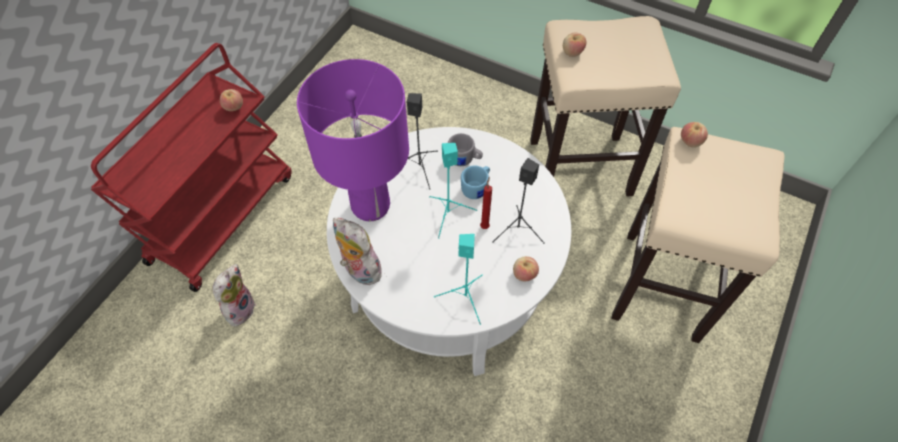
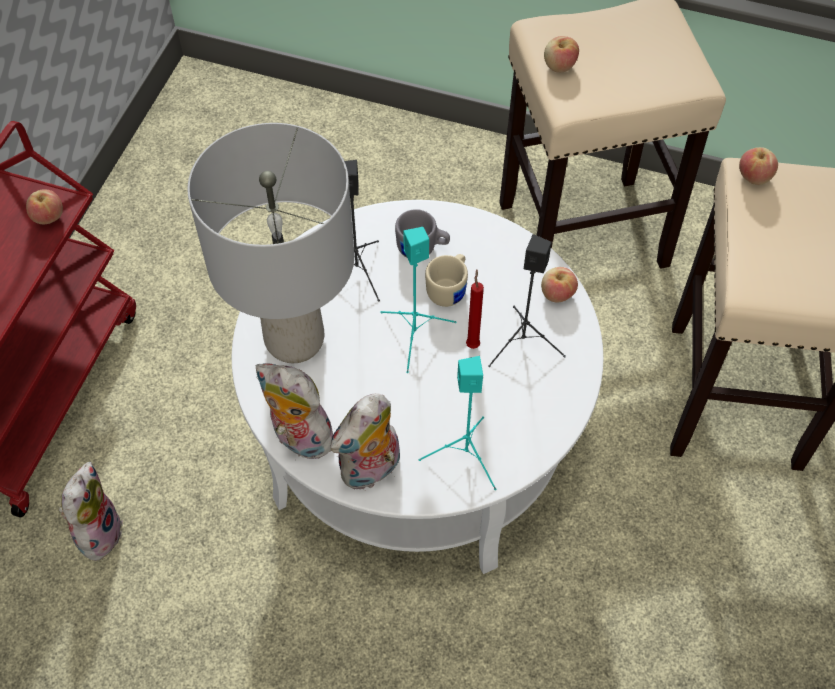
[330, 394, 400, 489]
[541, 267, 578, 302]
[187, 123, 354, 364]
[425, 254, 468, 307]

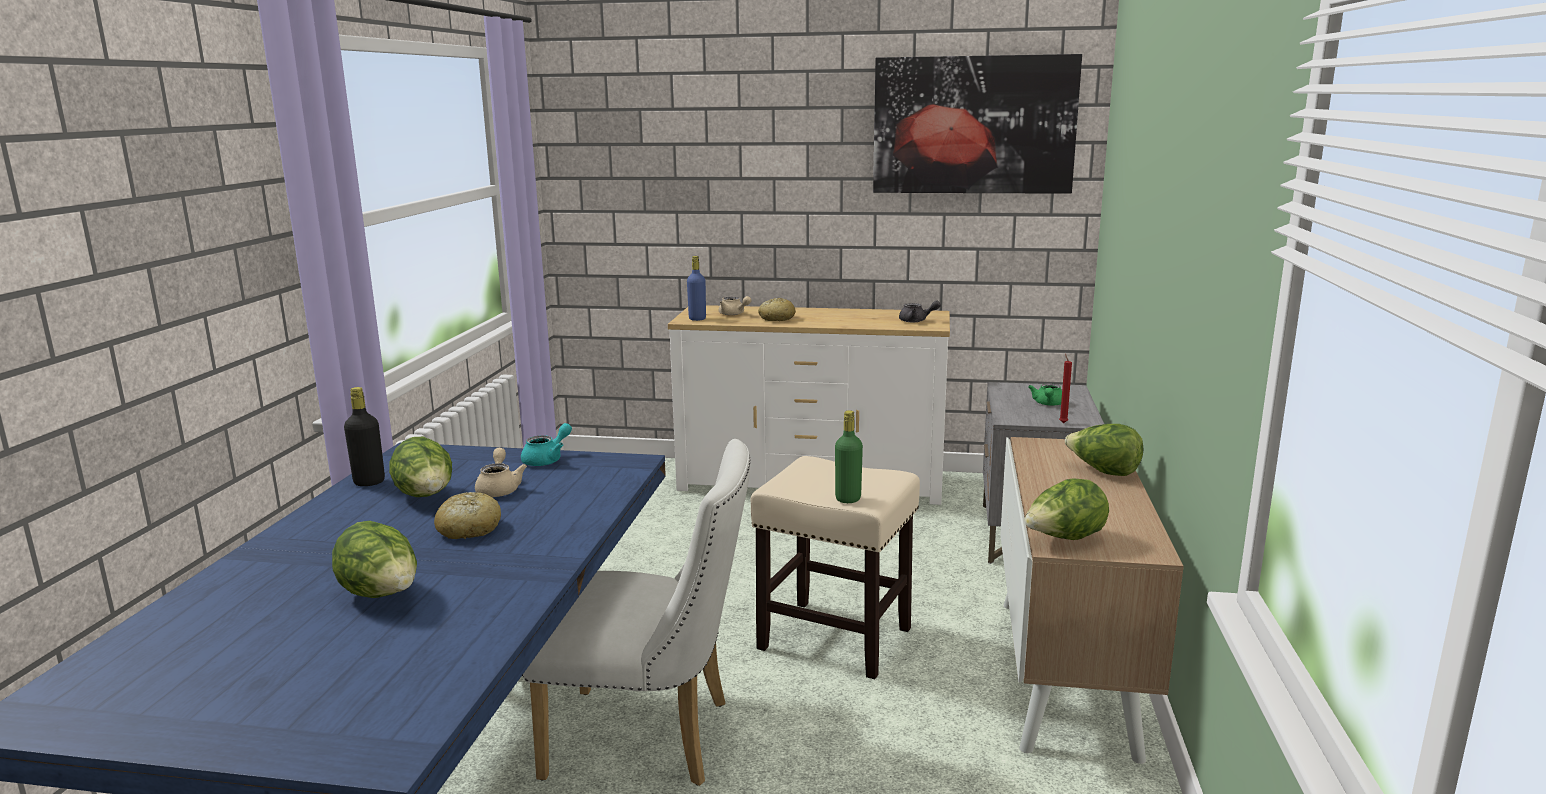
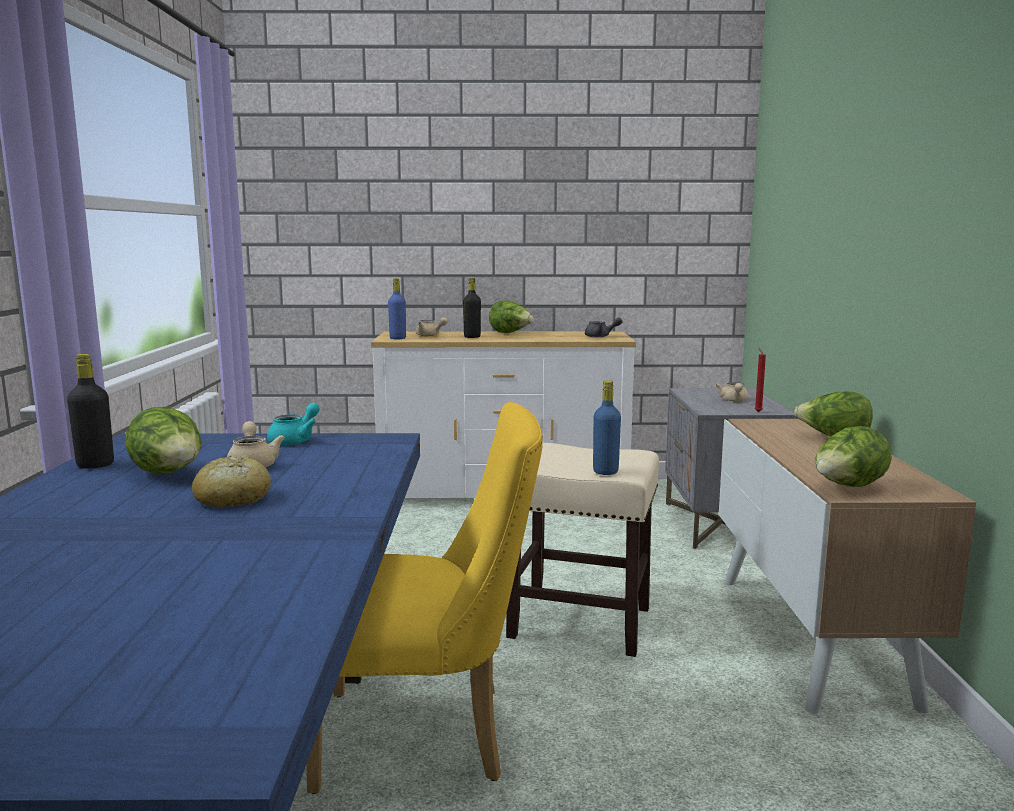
[873, 54, 1082, 194] (first image)
[489, 300, 534, 333]
[463, 278, 481, 338]
[306, 402, 543, 794]
[593, 380, 621, 475]
[716, 382, 749, 401]

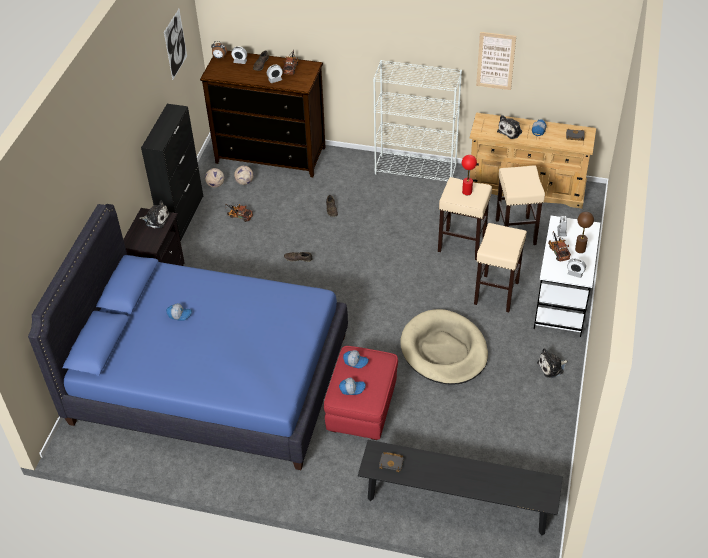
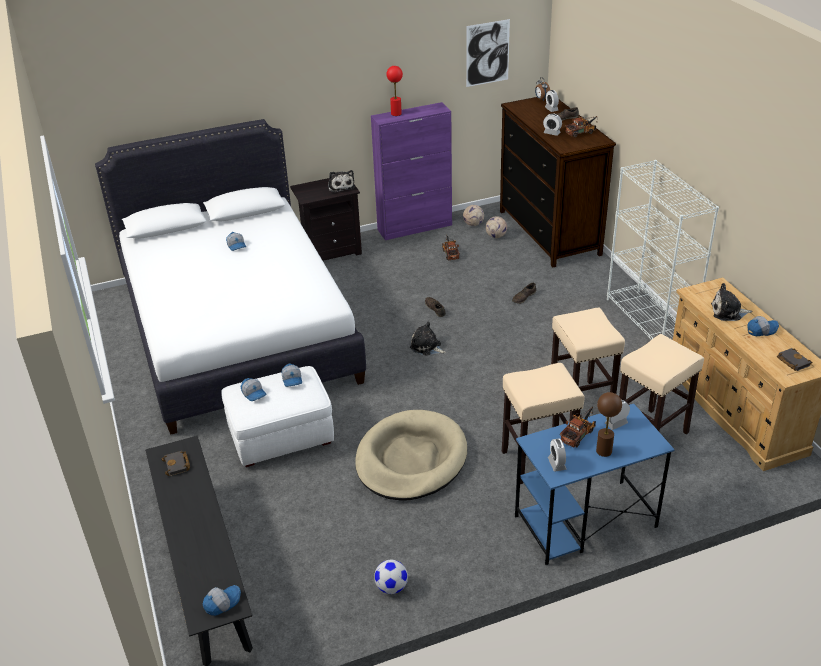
[476, 32, 516, 90] (first image)
[203, 585, 241, 616]
[374, 560, 408, 594]
[387, 66, 403, 116]
[410, 322, 446, 356]
[95, 119, 366, 435]
[371, 102, 452, 240]
[222, 366, 334, 467]
[515, 404, 675, 565]

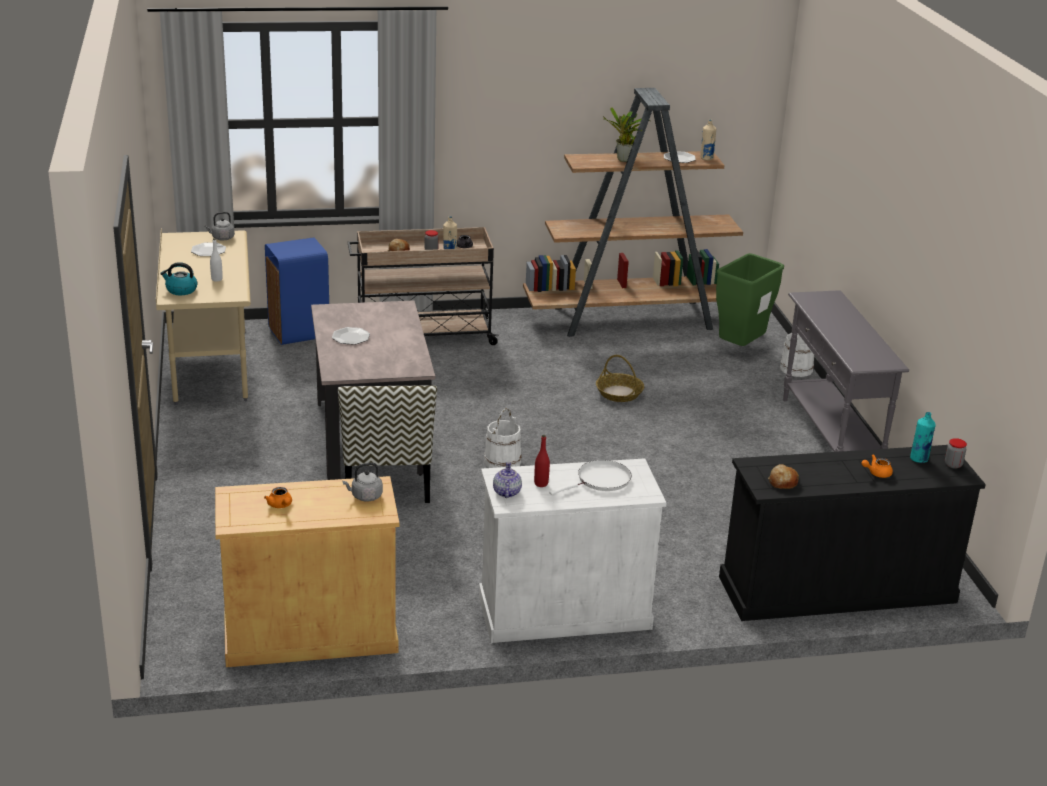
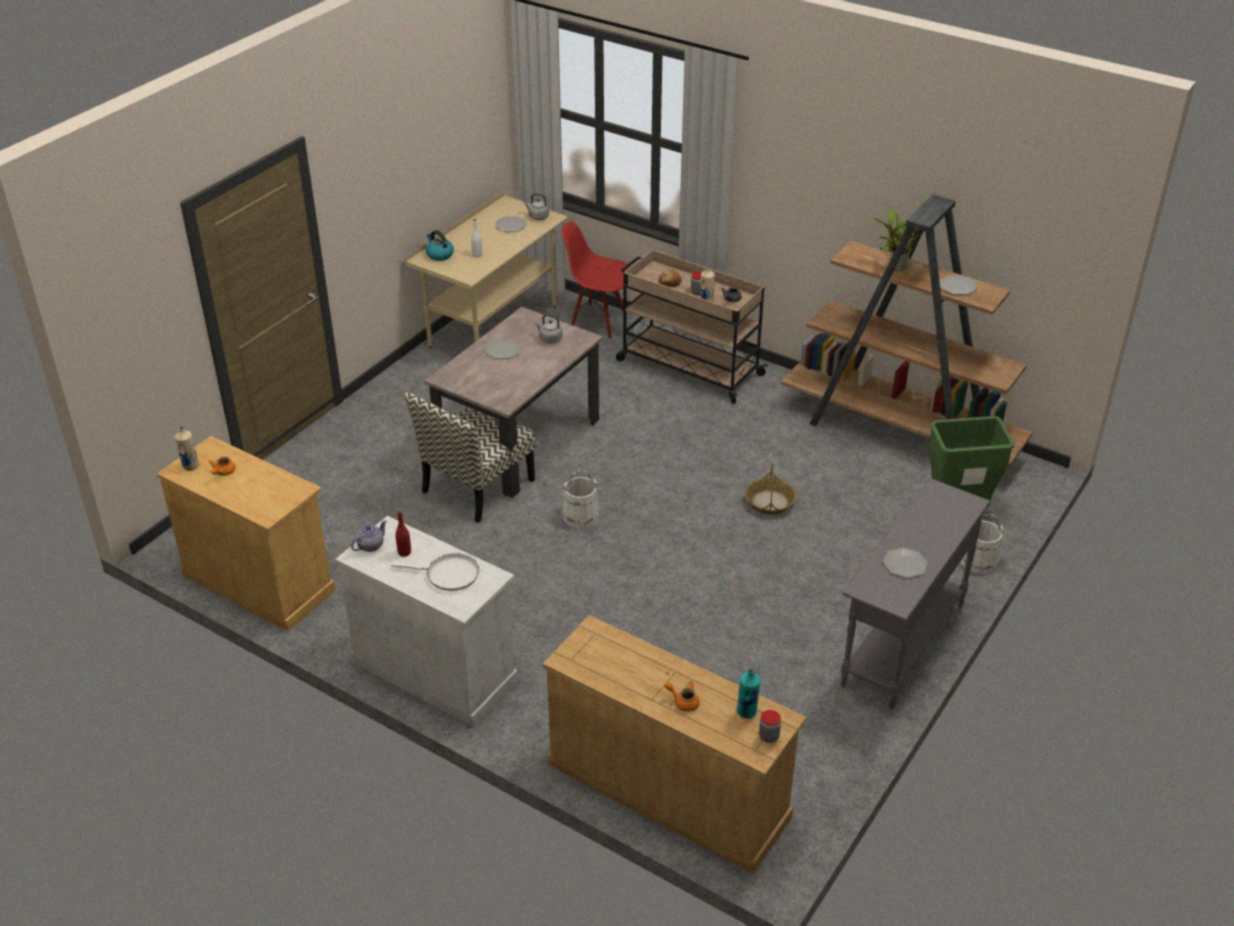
[768, 464, 799, 489] (first image)
[883, 548, 928, 578]
[535, 314, 563, 344]
[175, 426, 199, 471]
[561, 221, 630, 339]
[543, 615, 806, 874]

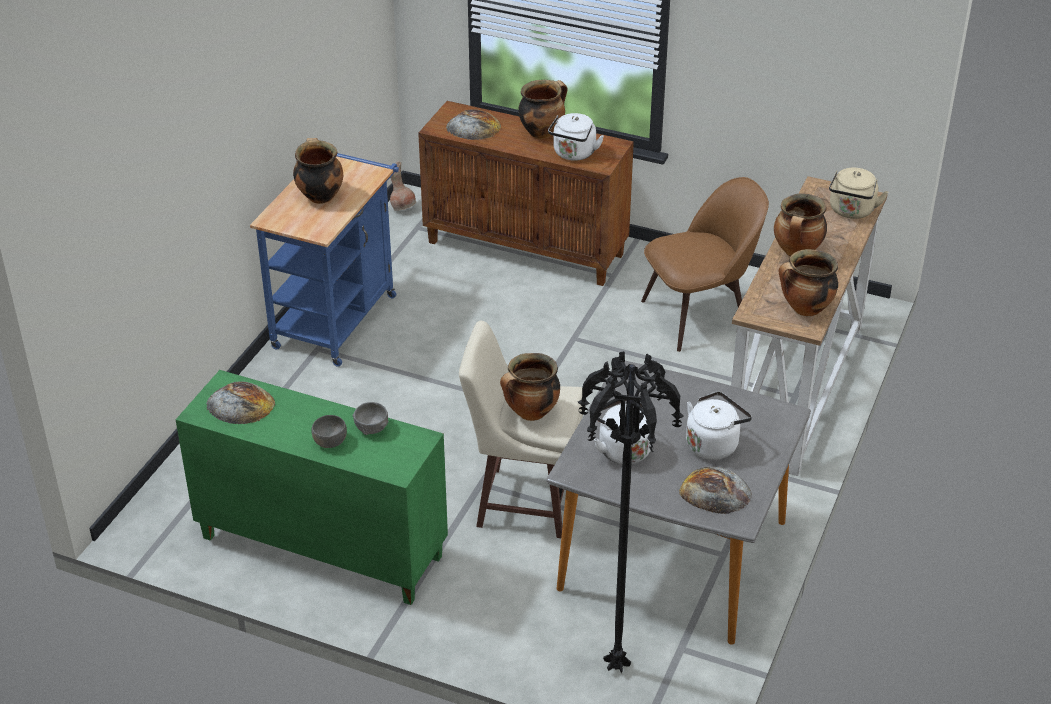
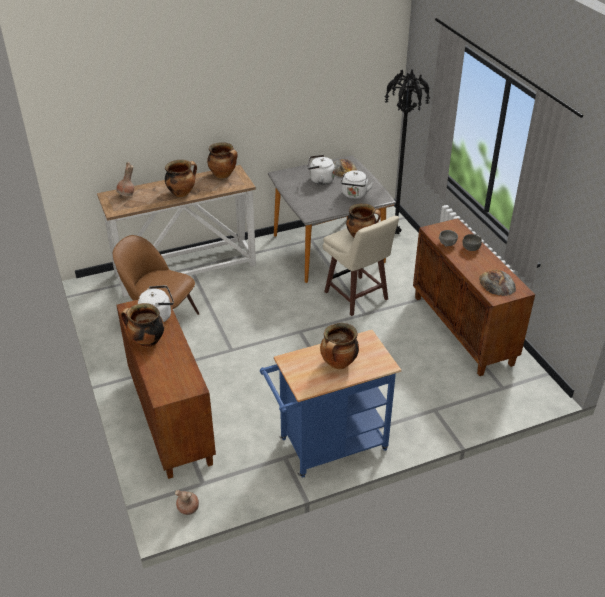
[446, 109, 501, 140] (first image)
[116, 162, 134, 196]
[413, 218, 535, 376]

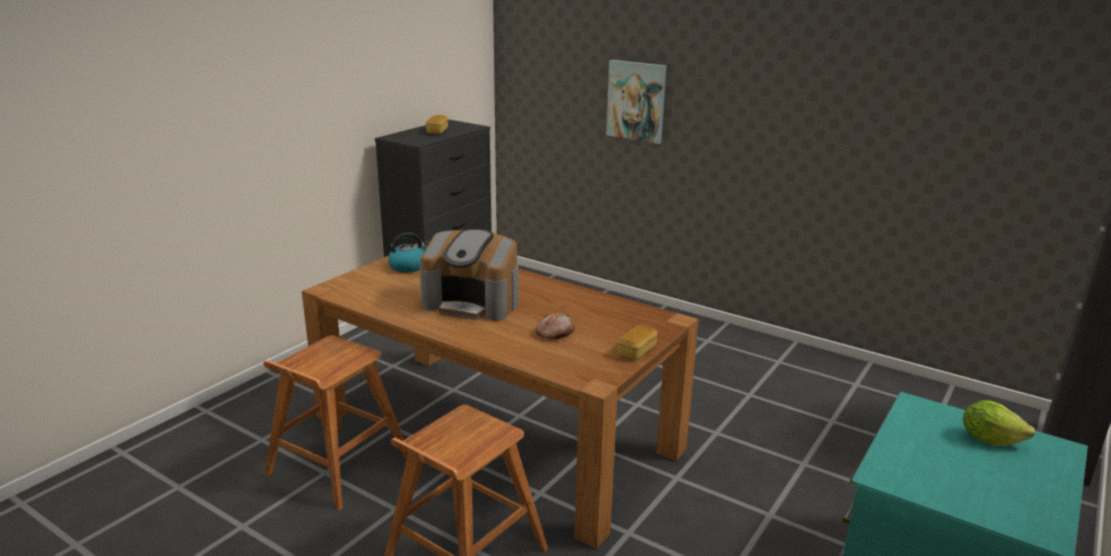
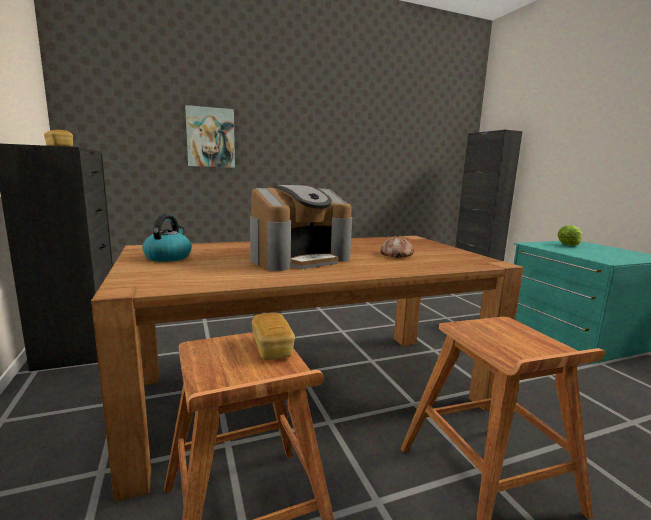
[252, 313, 295, 360]

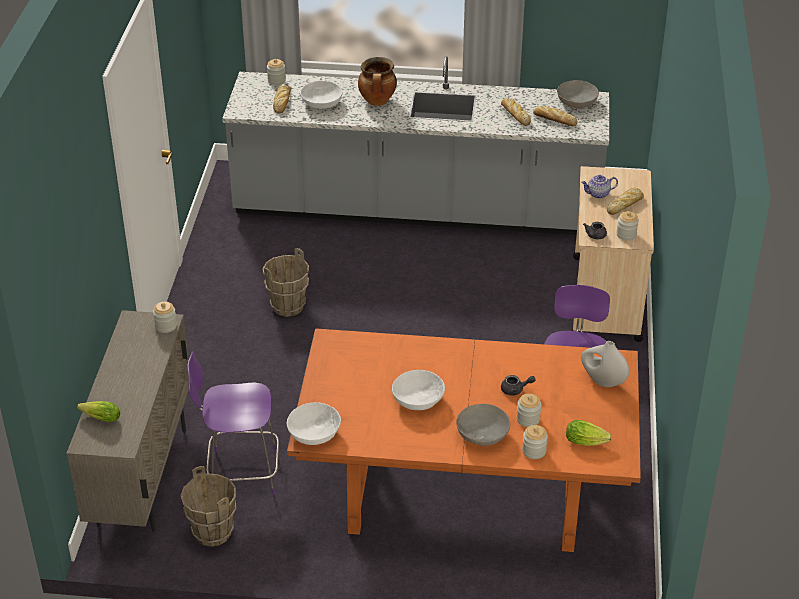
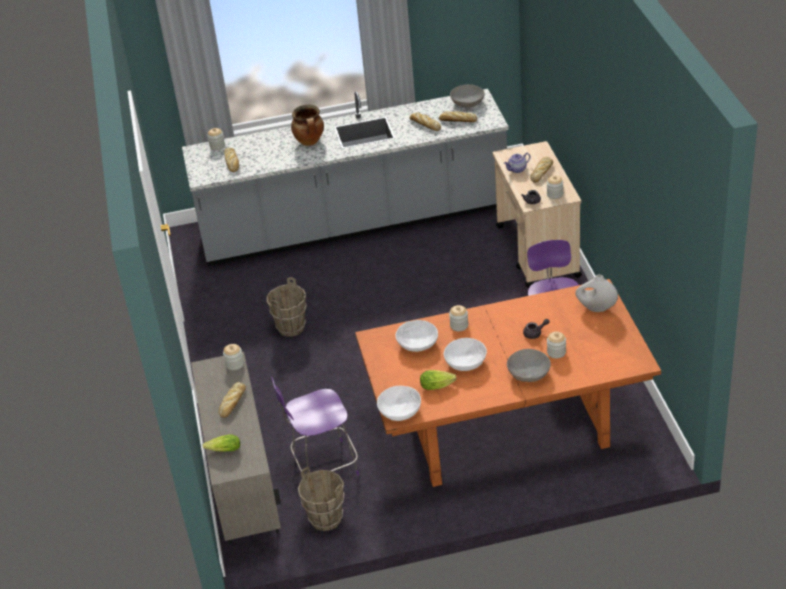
[219, 382, 246, 418]
[396, 320, 438, 352]
[449, 305, 468, 331]
[420, 370, 457, 390]

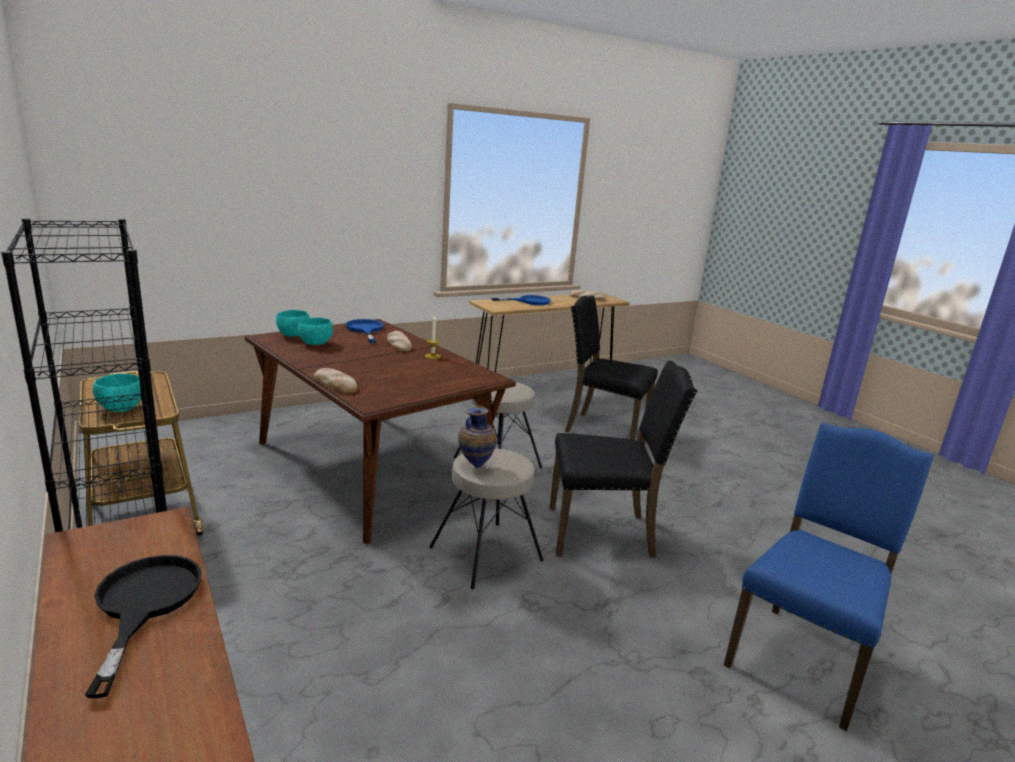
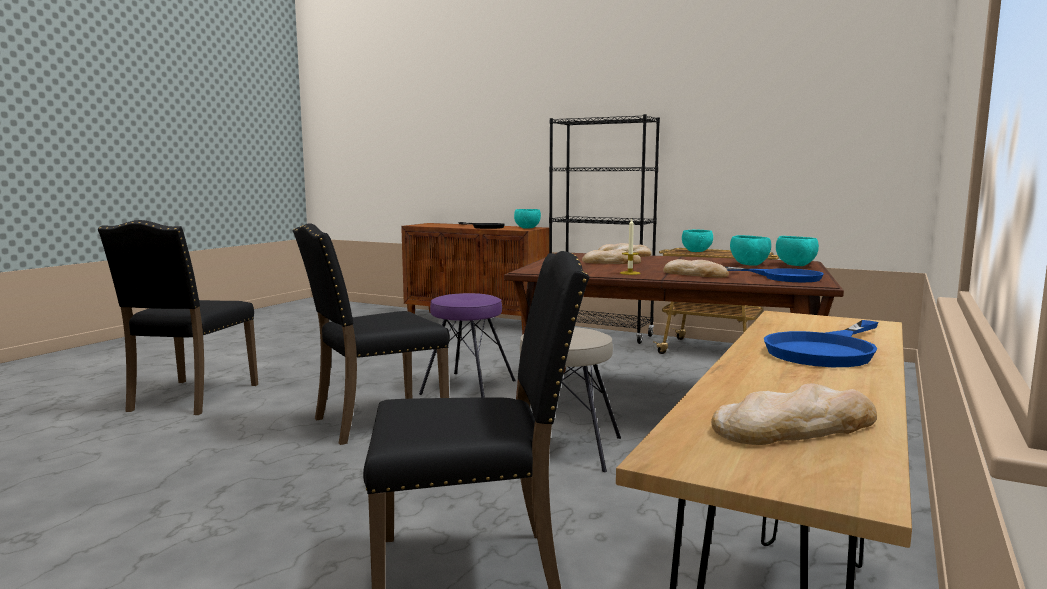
[458, 406, 497, 468] (first image)
[514, 209, 541, 229]
[582, 249, 641, 264]
[419, 293, 516, 398]
[98, 220, 258, 415]

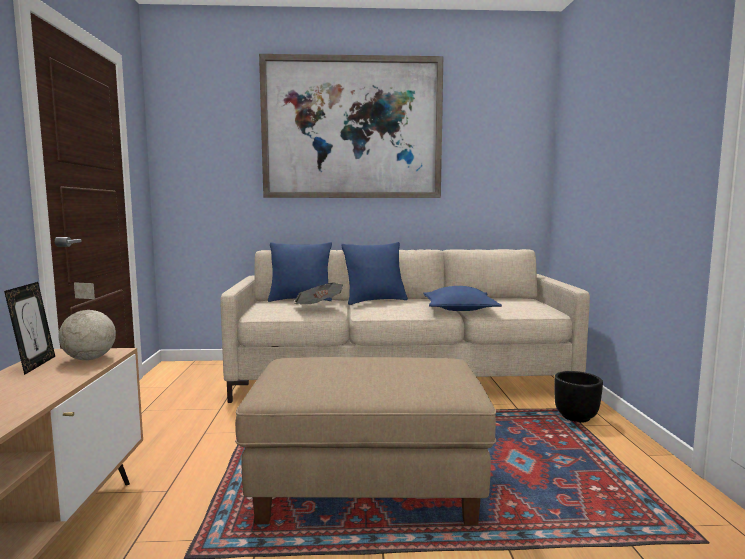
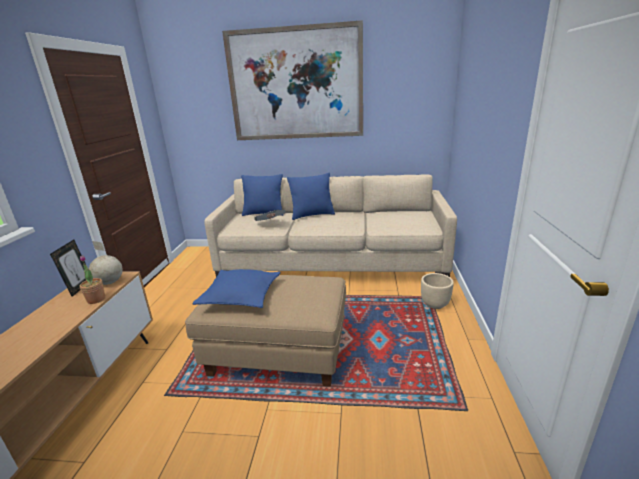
[80, 255, 105, 304]
[193, 269, 280, 308]
[421, 273, 454, 309]

